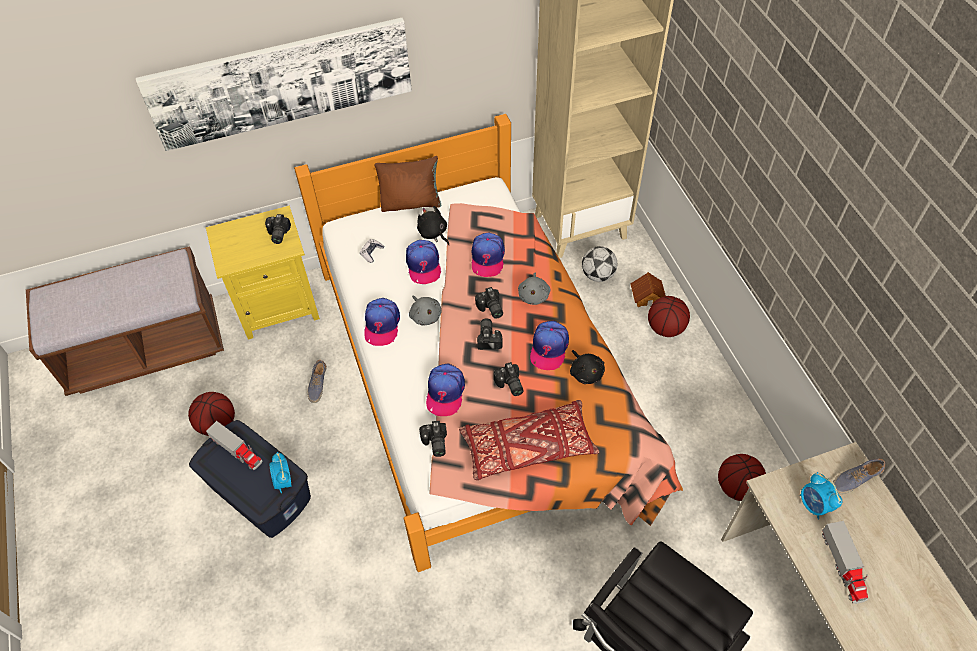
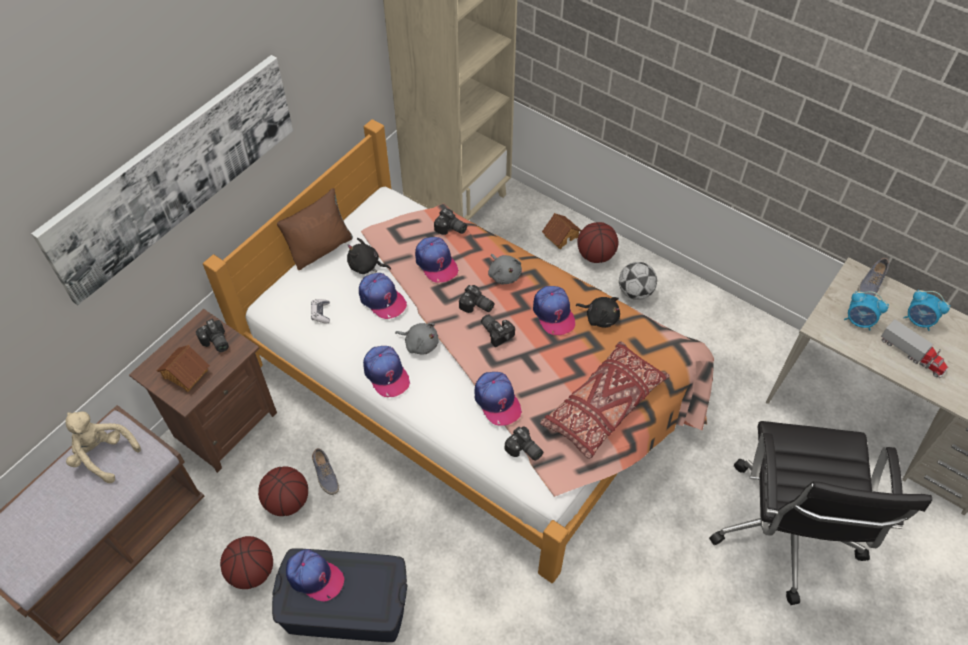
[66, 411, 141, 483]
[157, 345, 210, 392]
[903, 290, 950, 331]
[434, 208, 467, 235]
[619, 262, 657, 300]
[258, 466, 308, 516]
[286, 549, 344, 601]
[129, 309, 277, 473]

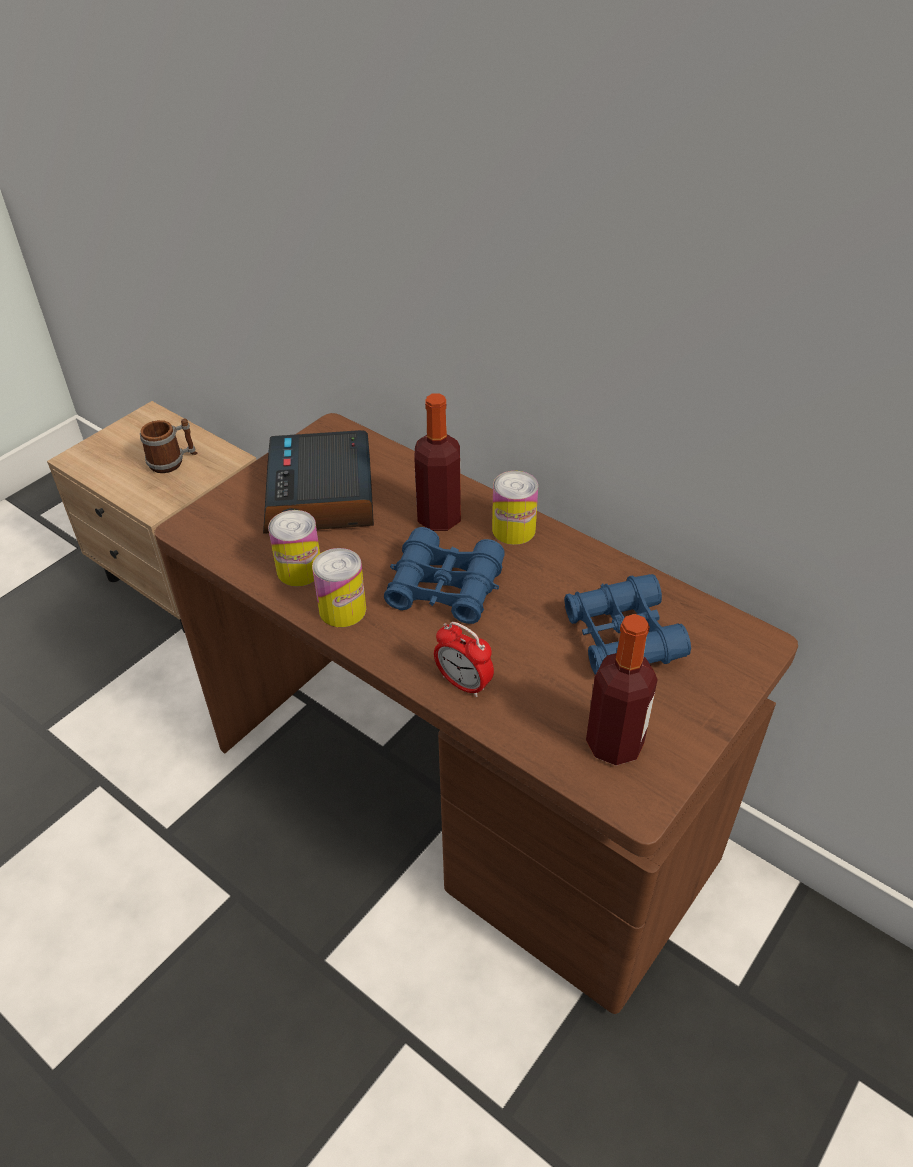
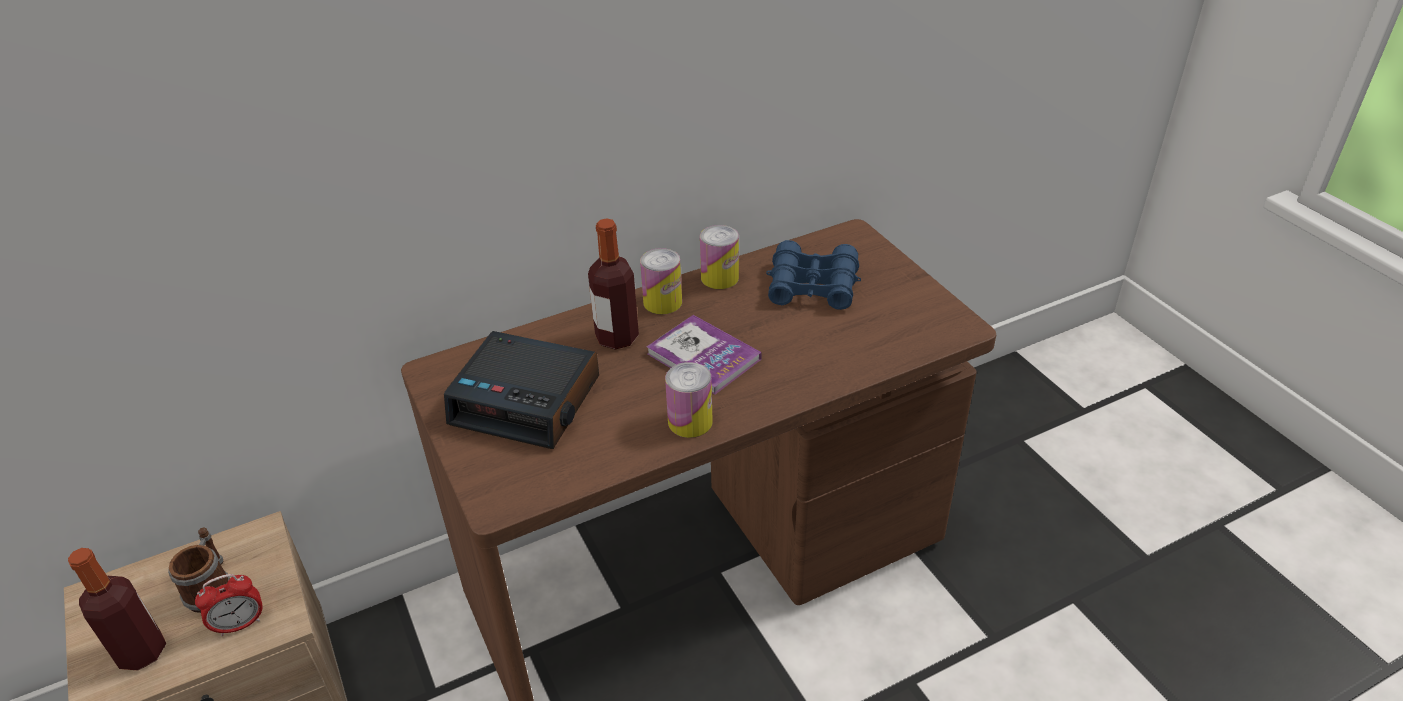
[700, 225, 739, 289]
[195, 574, 263, 636]
[68, 548, 166, 670]
[646, 315, 762, 395]

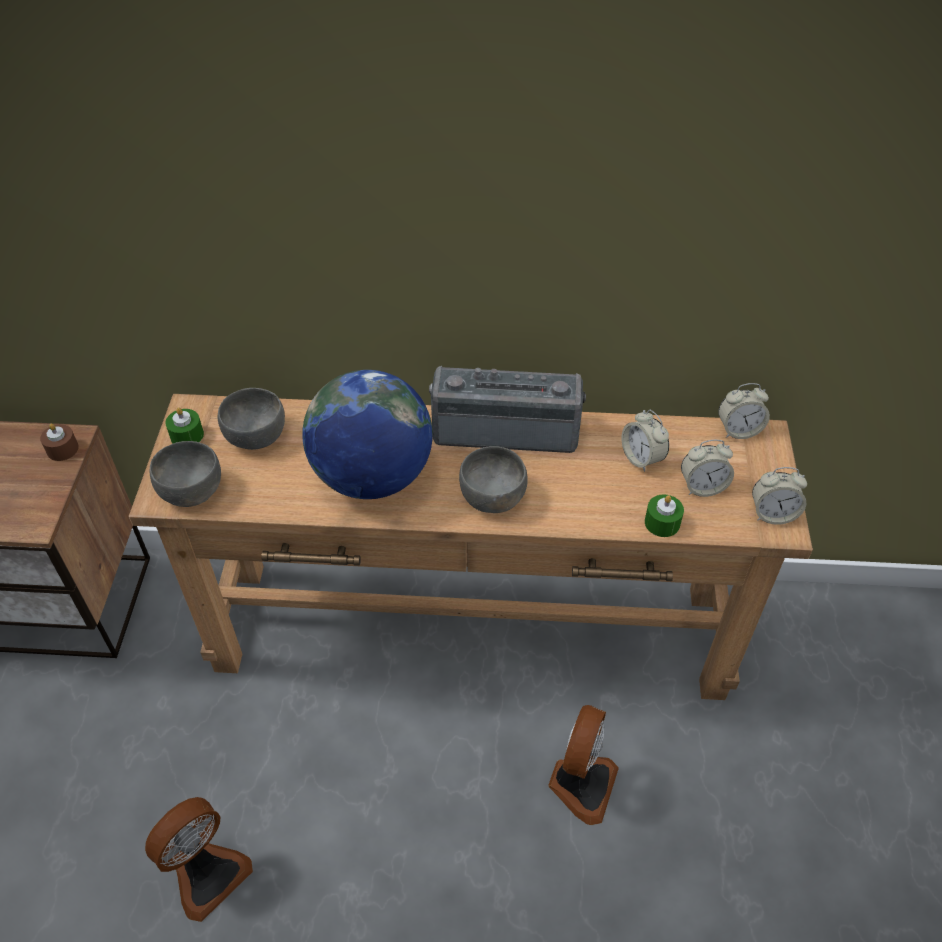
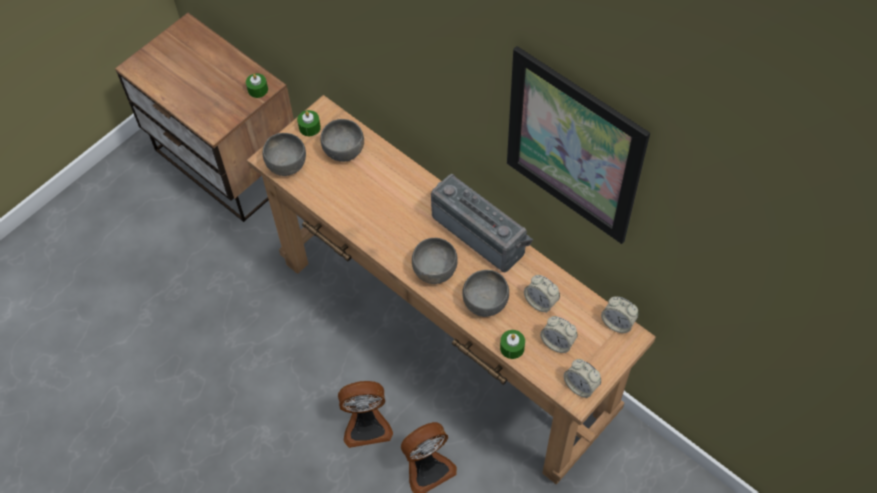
[302, 370, 433, 499] (first image)
[462, 270, 509, 317]
[507, 46, 650, 244]
[338, 381, 393, 448]
[246, 73, 268, 98]
[524, 275, 560, 313]

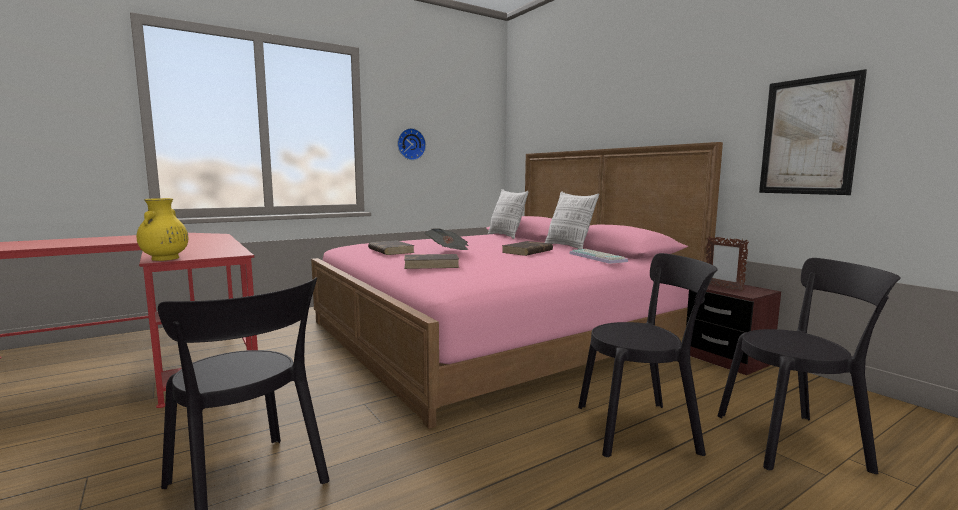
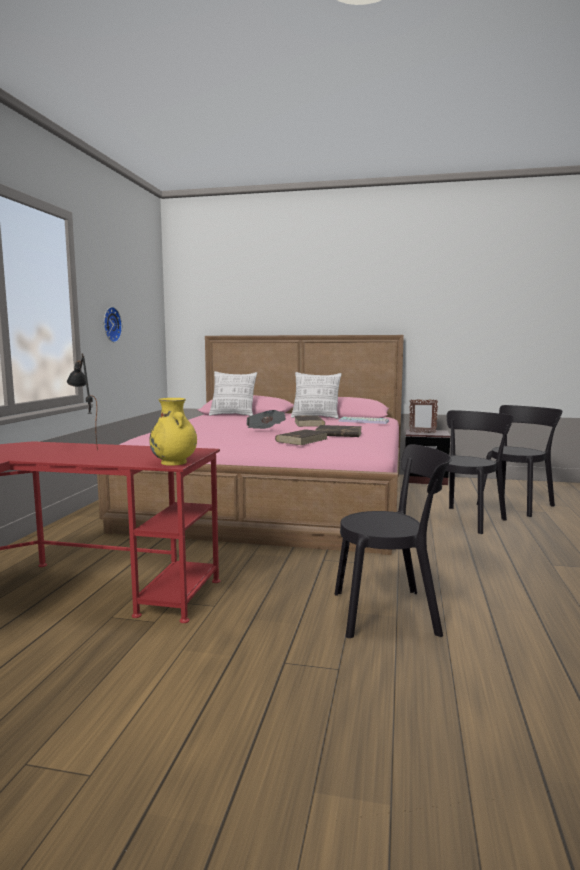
[759, 69, 867, 195] (first image)
[67, 354, 98, 451]
[315, 425, 362, 437]

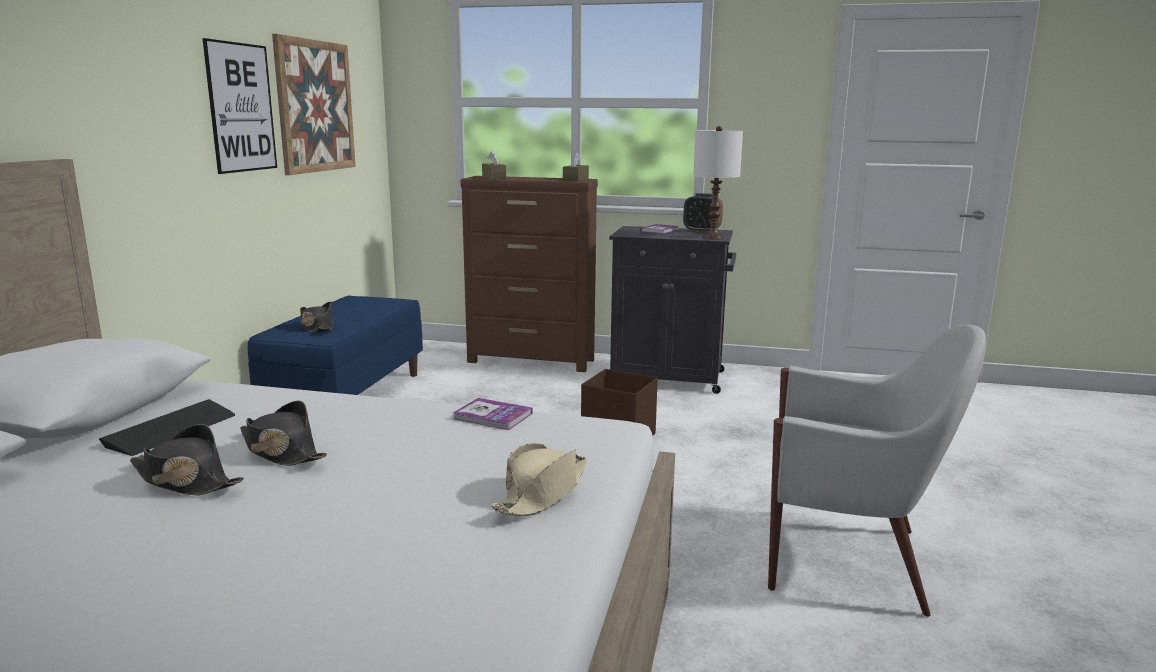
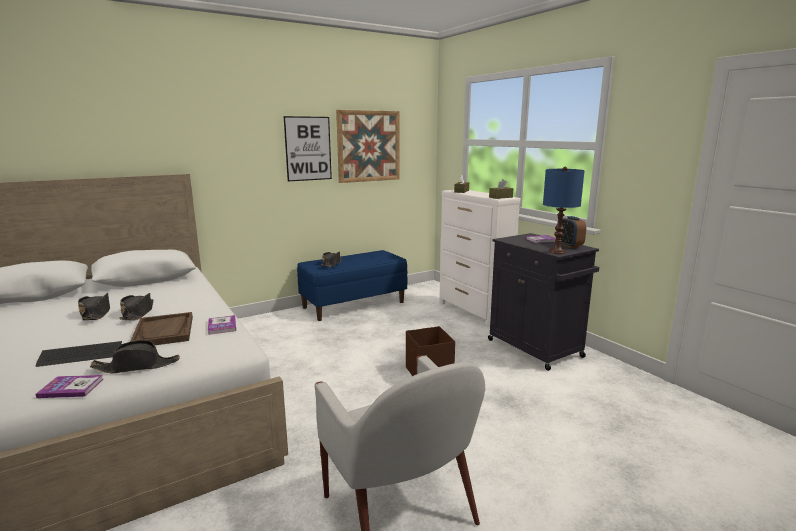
[35, 375, 103, 398]
[130, 312, 193, 345]
[36, 341, 122, 367]
[439, 190, 521, 328]
[90, 340, 180, 373]
[543, 167, 585, 254]

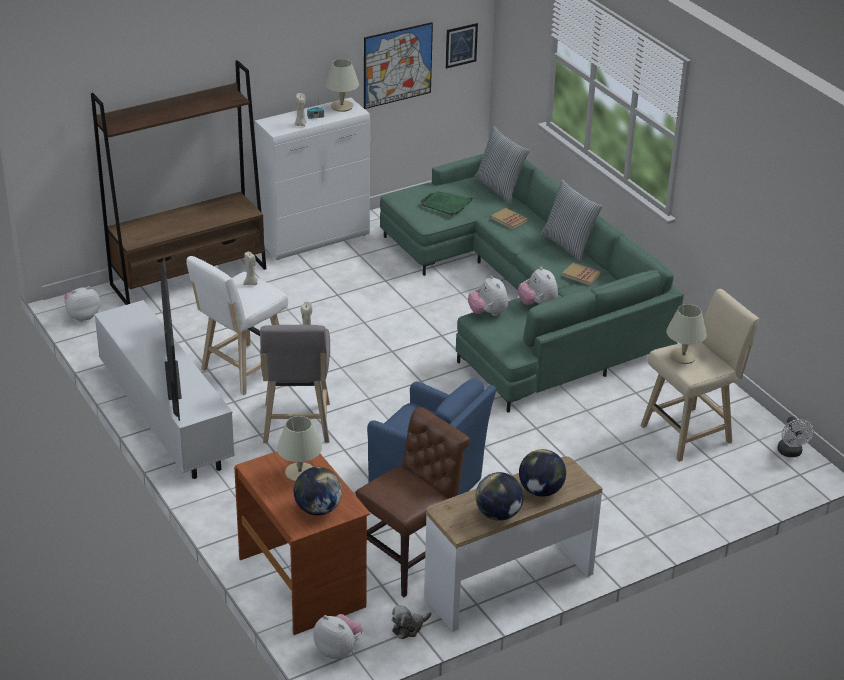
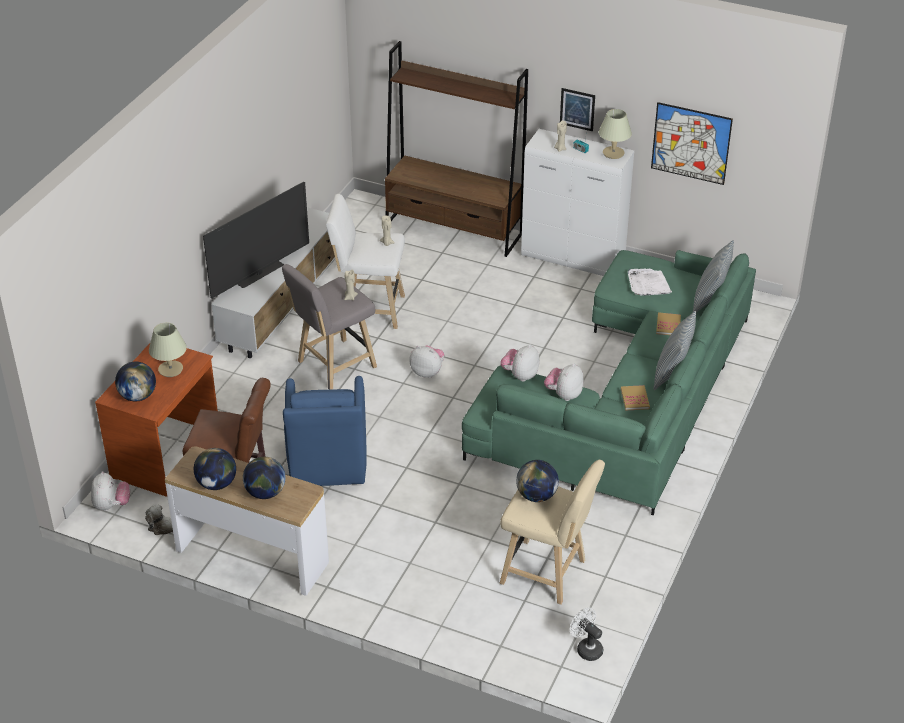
[409, 345, 444, 378]
[560, 88, 595, 131]
[516, 460, 559, 502]
[628, 269, 672, 296]
[570, 608, 603, 661]

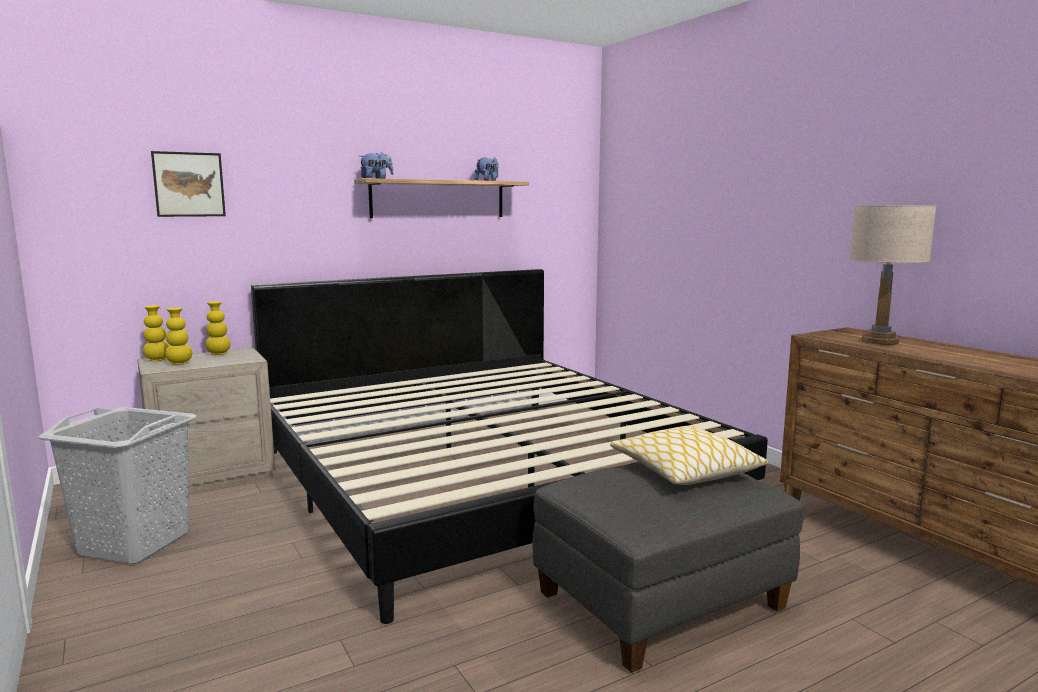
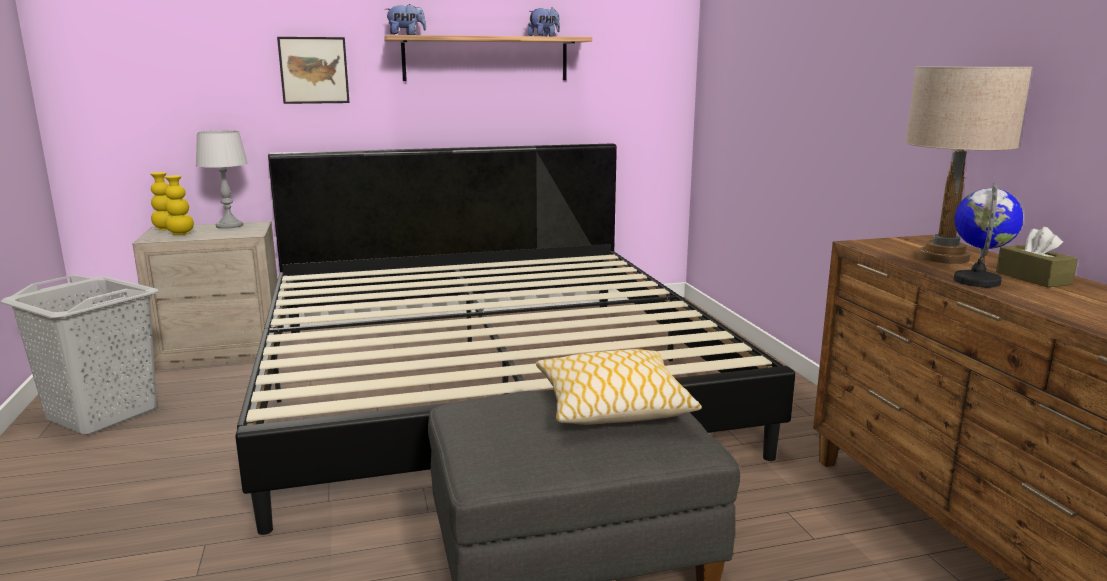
[954, 182, 1024, 287]
[996, 227, 1078, 288]
[277, 37, 350, 104]
[196, 130, 248, 229]

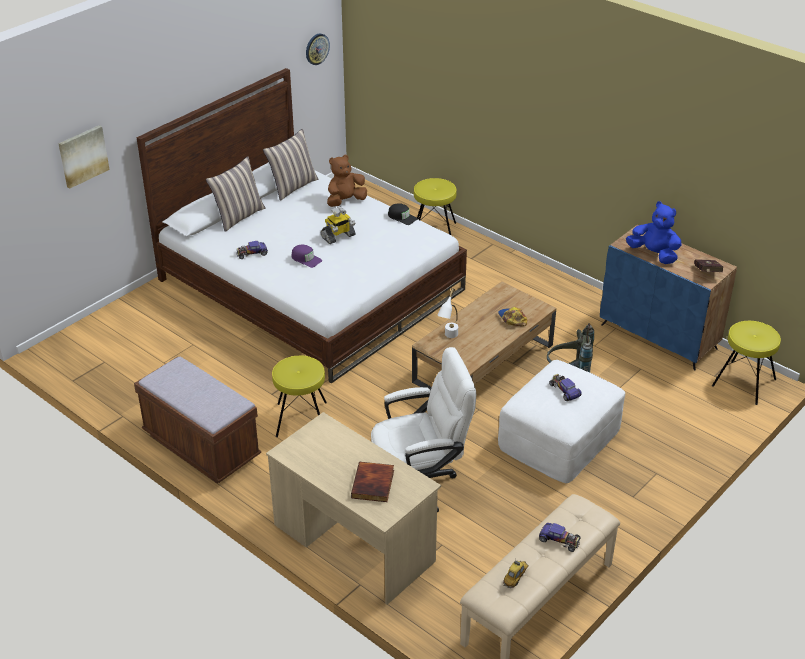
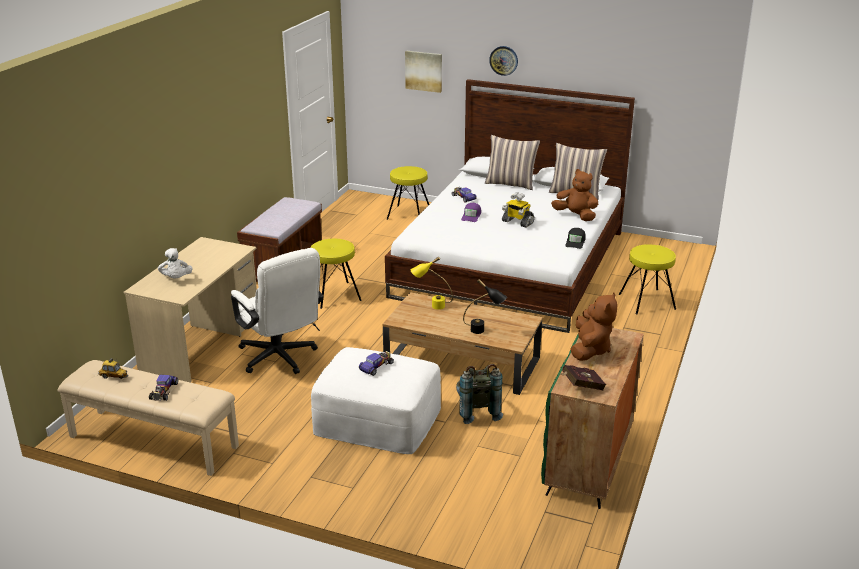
[489, 46, 518, 76]
[386, 166, 429, 220]
[158, 248, 193, 279]
[463, 279, 507, 334]
[411, 257, 453, 310]
[541, 328, 644, 509]
[570, 293, 617, 361]

